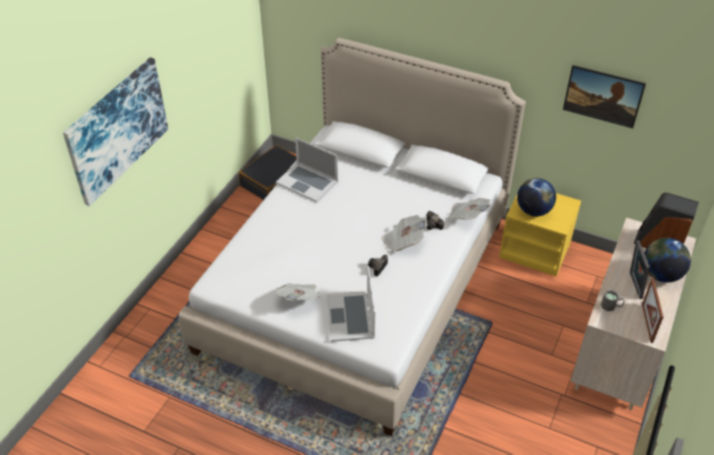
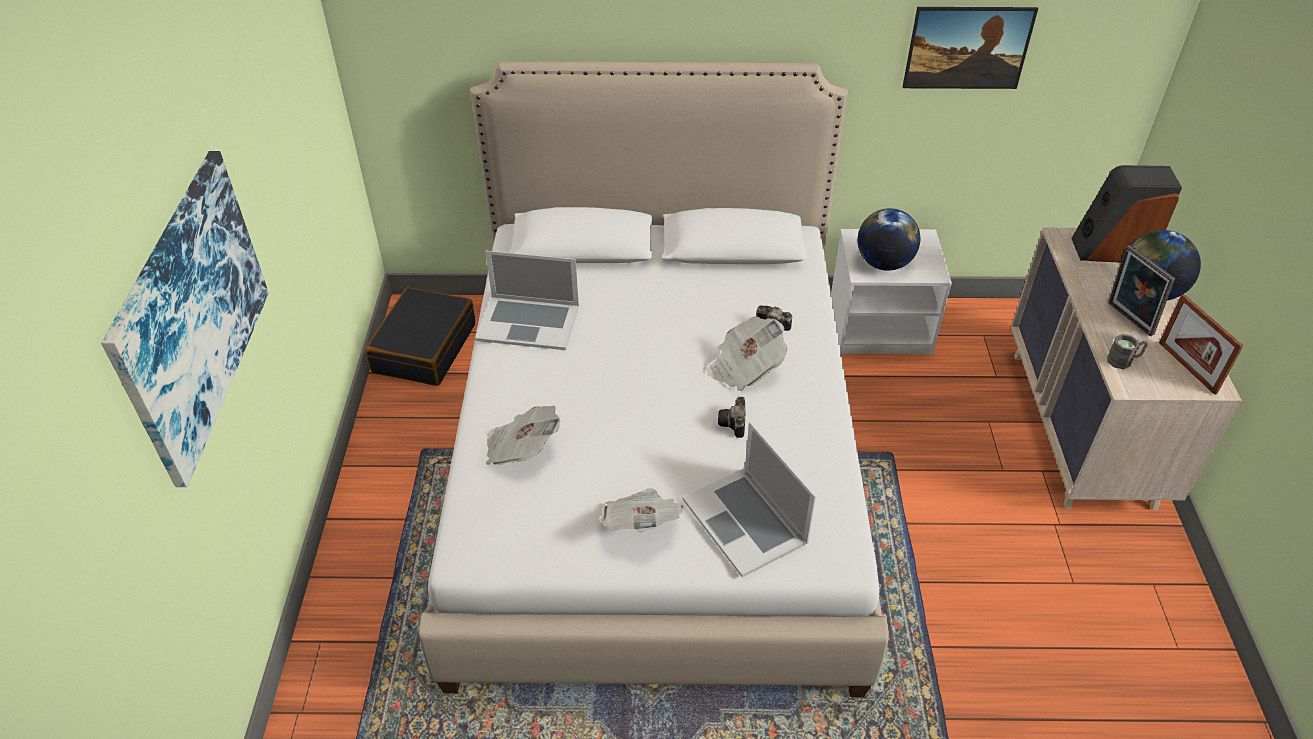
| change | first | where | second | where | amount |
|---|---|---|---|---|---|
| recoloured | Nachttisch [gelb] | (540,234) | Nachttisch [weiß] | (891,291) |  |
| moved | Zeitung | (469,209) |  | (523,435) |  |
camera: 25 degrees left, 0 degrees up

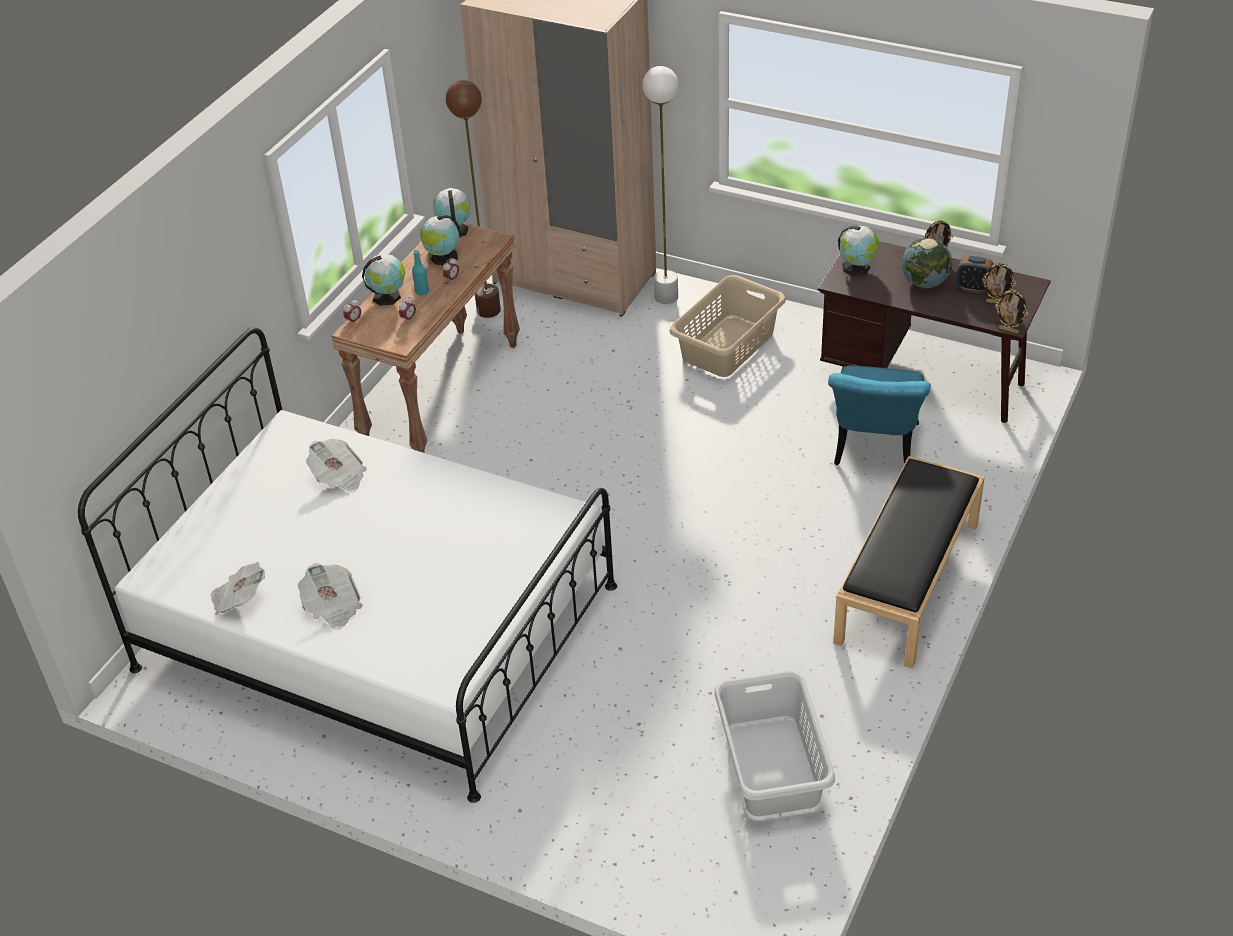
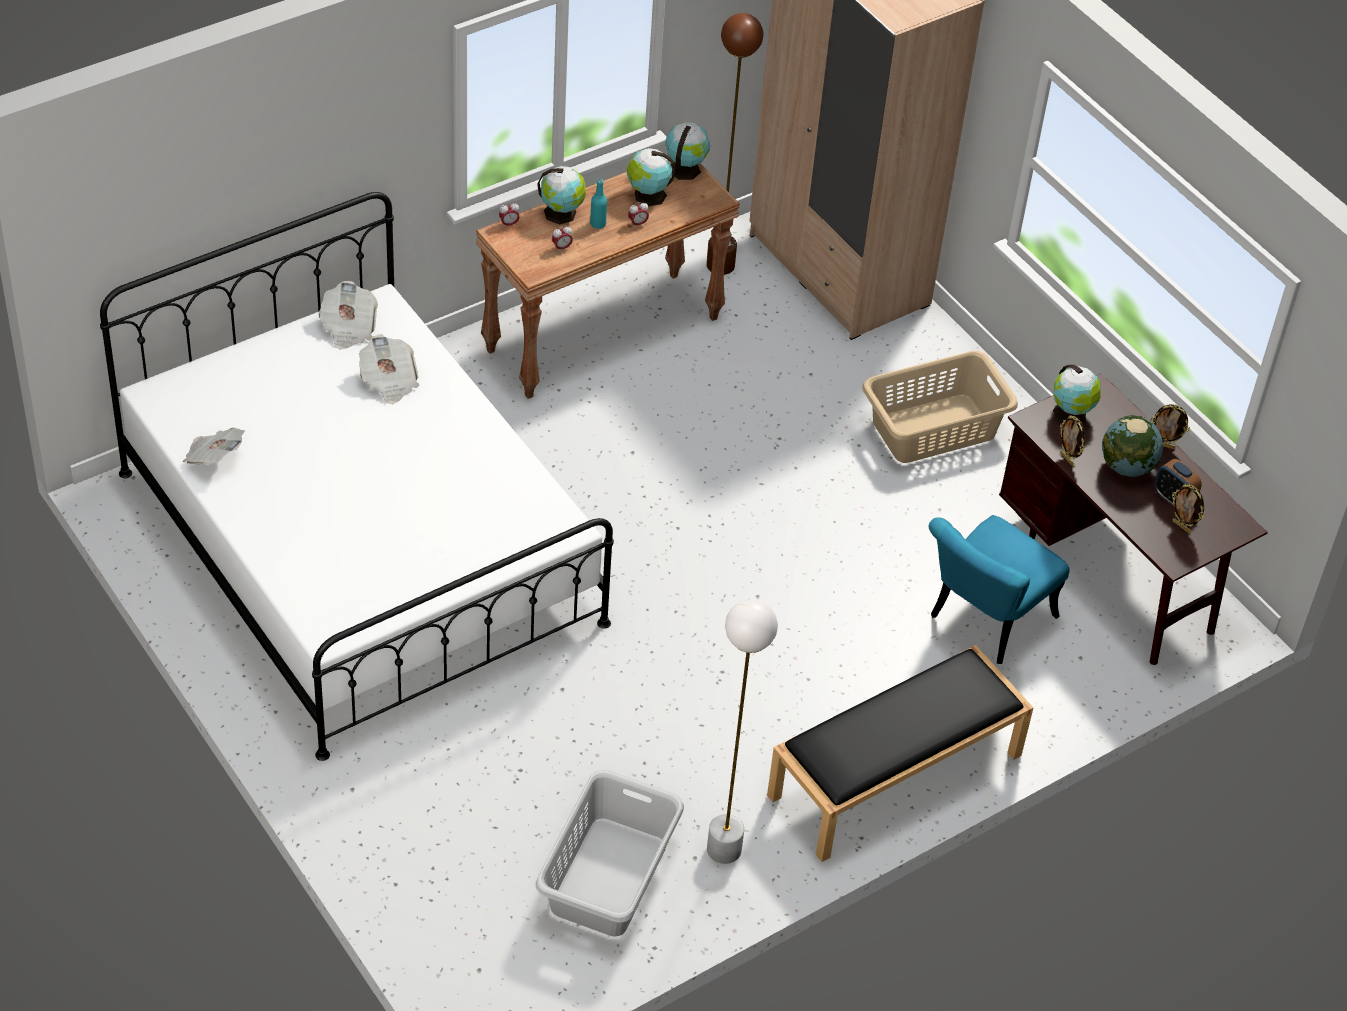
| change | first | where | second | where | amount |
|---|---|---|---|---|---|
| moved | Stehlampe [weiß] | (660,185) |  | (742,731) |  |
| moved | Bilderrahmen | (1011,311) |  | (1072,441) |  |
| moved | Zeitung | (330,596) |  | (348,315) |  |
camera: 25 degrees right, 5 degrees up

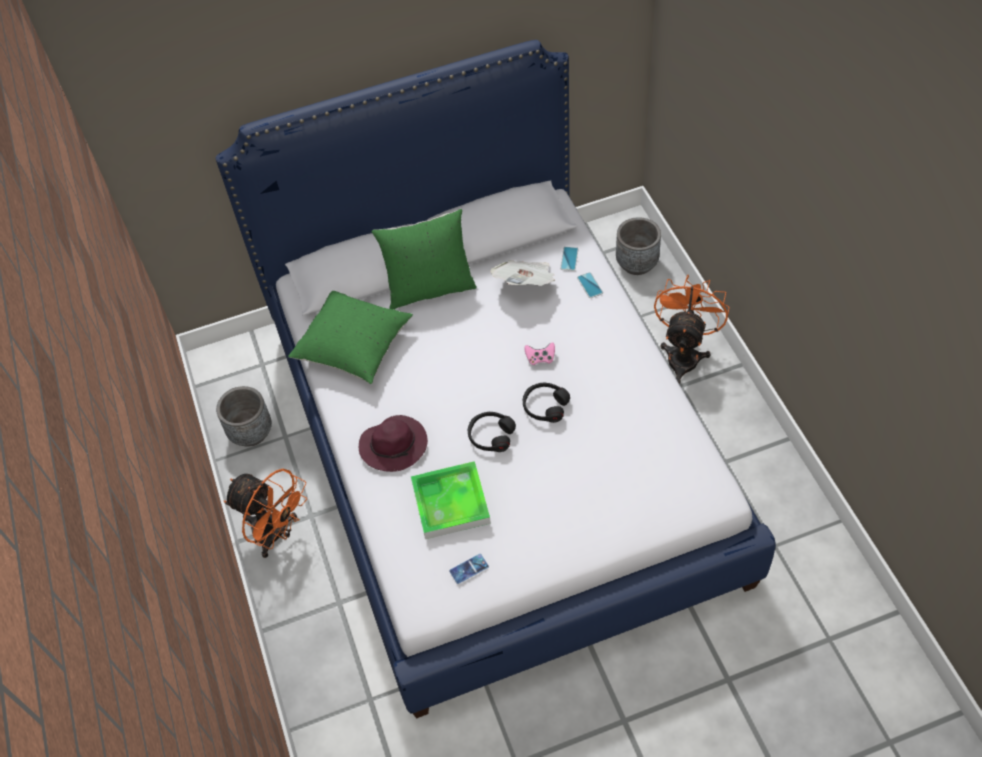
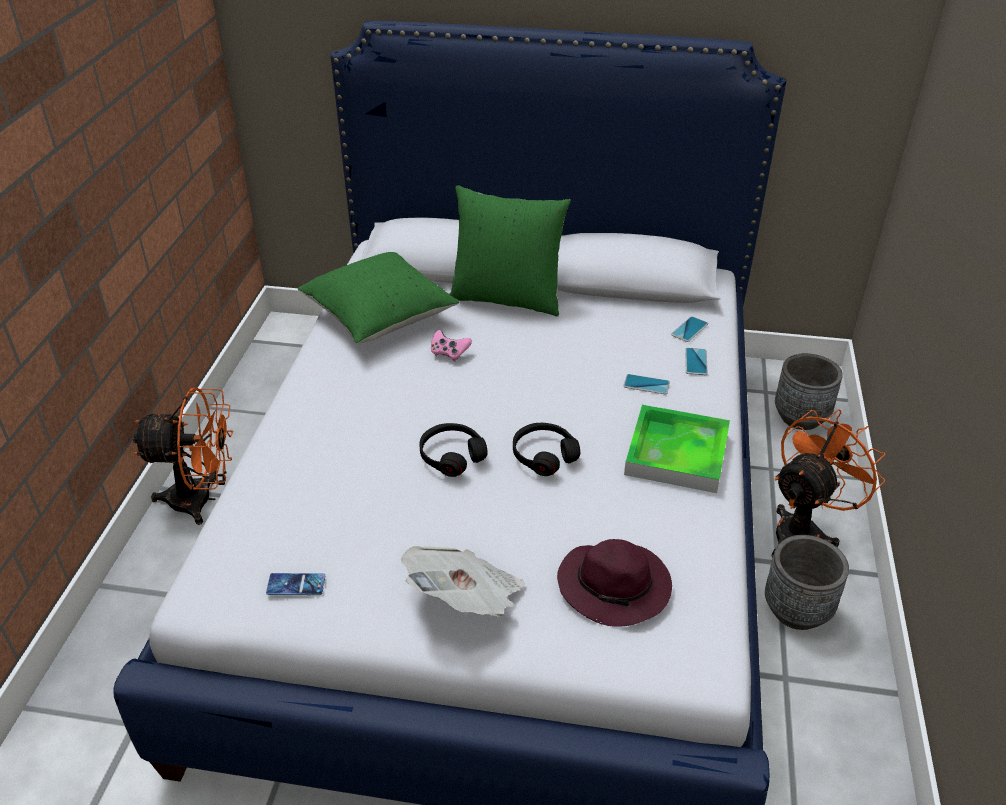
| change | first | where | second | where | amount |
|---|---|---|---|---|---|
| moved | Zeitung | (523,273) |  | (463,581) |  |
| moved | Gamepad [rosa] | (539,353) |  | (451,346) |  |
| moved | Pflanzkübel [grau] | (244,416) |  | (807,582) |  |
| moved | Hut [lila] | (393,443) |  | (614,583) |  |
| moved | Tablett | (451,500) |  | (677,449) |  |
| turned | Ventilator [orange] | (265,513) |  | (183,456) | 60 degrees counterclockwise |
| added |  |  | Handy | (646,384) |  |
camera: 25 degrees right, 15 degrees down

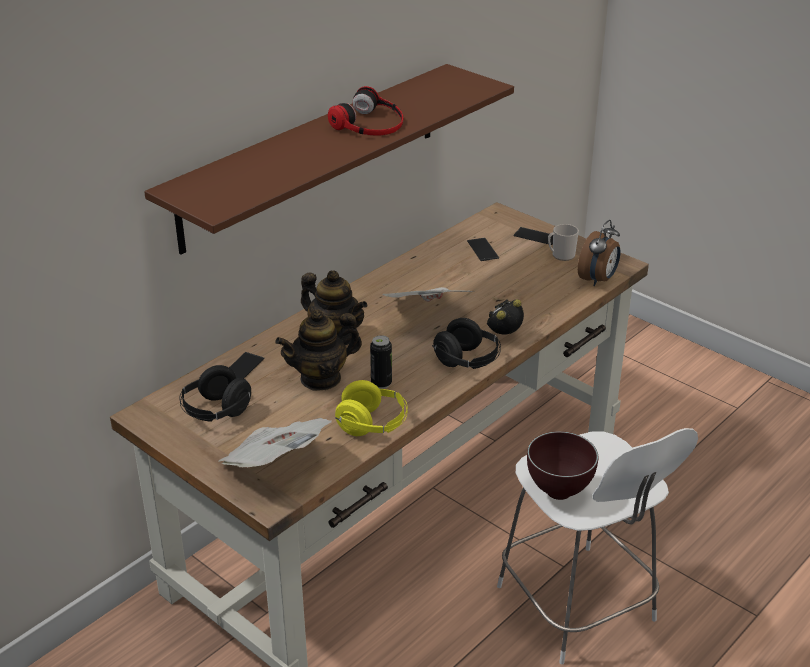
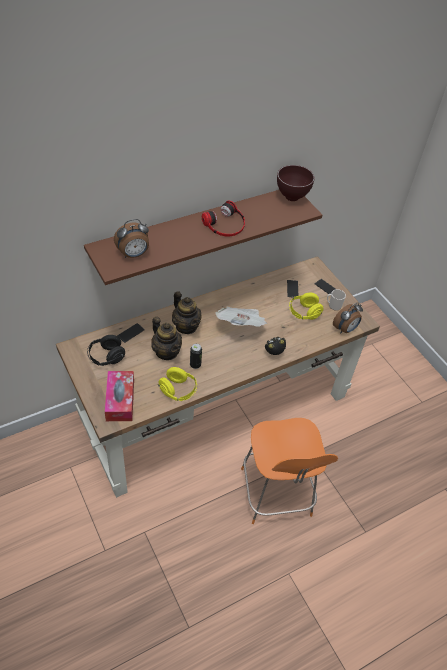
| change | first | where | second | where | amount |
|---|---|---|---|---|---|
| turned | Teekanne | (318,350) |  | (166,338) | 120 degrees counterclockwise |
| removed | Kopfhörer [schwarz] | (466,343) |  |  |  |
| replaced | Zeitung | (275,442) | Taschentuchbox | (119,396) |  |
| recoloured | Hocker [weiß] | (597,546) | Hocker [orange] | (289,471) |  |
| moved | Schüssel [braun] | (562,465) |  | (295,183) |  |
| added |  |  | Wecker | (131,238) |  |
| added |  |  | Kopfhörer [gelb] | (306,306) |  |
camera: 15 degrees right, 15 degrees up

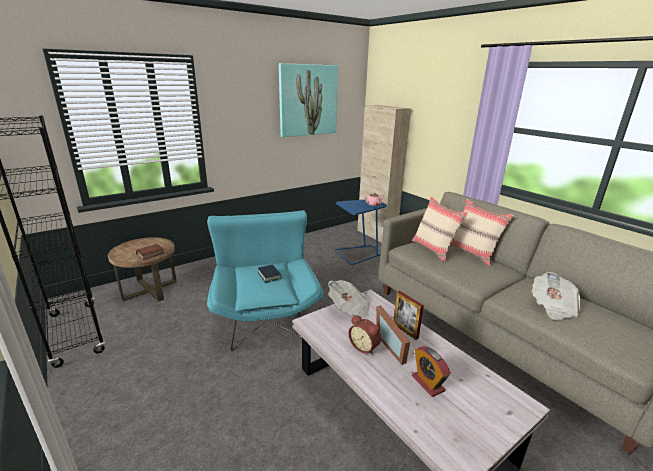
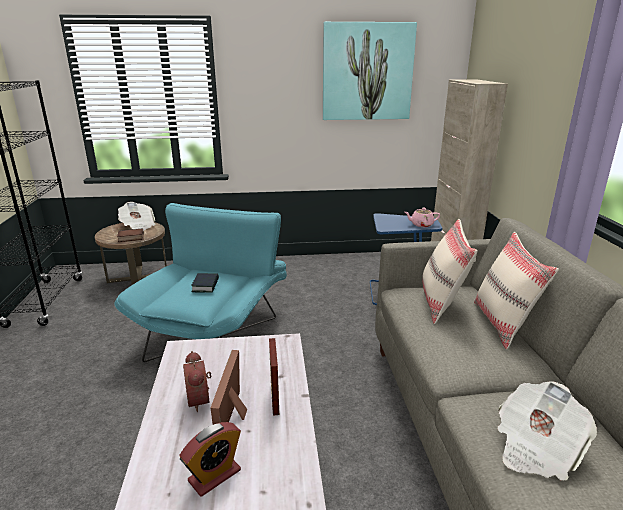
| change | first | where | second | where | amount |
|---|---|---|---|---|---|
| moved | Zeitung | (348,299) |  | (137,216) |  |
| turned | Wecker | (431,371) |  | (210,459) | 135 degrees counterclockwise |
camera: 30 degrees right, 0 degrees up

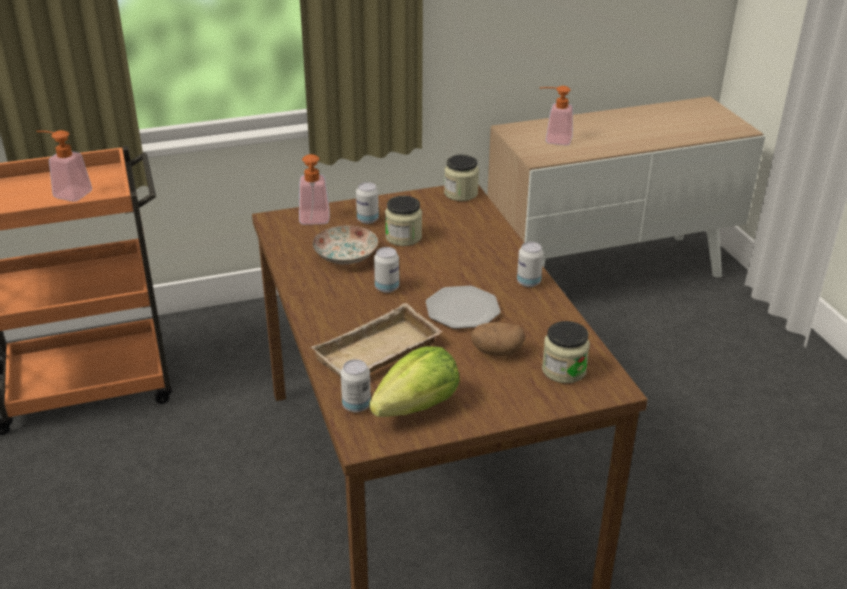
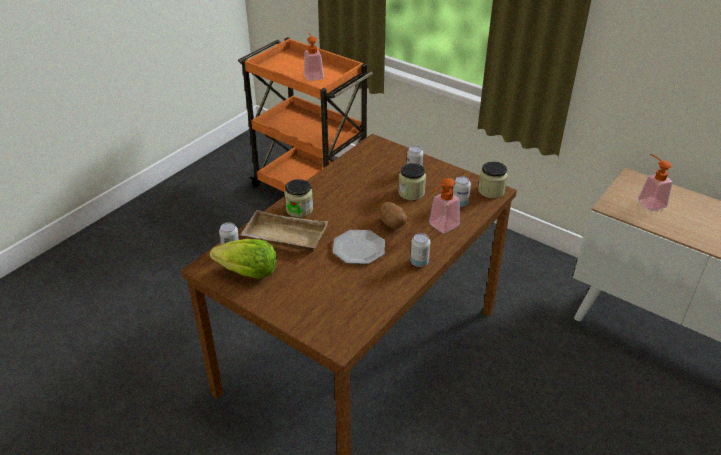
| change | first | where | second | where | amount |
|---|---|---|---|---|---|
| moved | Seifenspender | (314,189) |  | (444,206) |  |
| removed | Teller | (345,245) |  |  |  |
| moved | Dose | (386,270) |  | (462,191) |  |
| moved | Vorratsglas | (566,352) |  | (299,198) |  |
| moved | Kartoffel | (498,339) |  | (393,215) |  |
camera: 55 degrees right, 5 degrees up

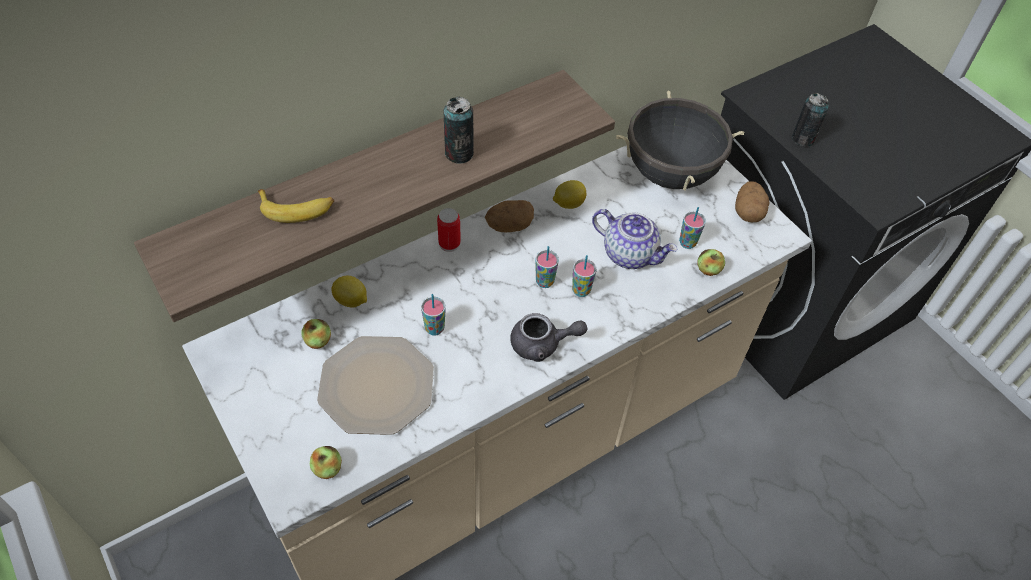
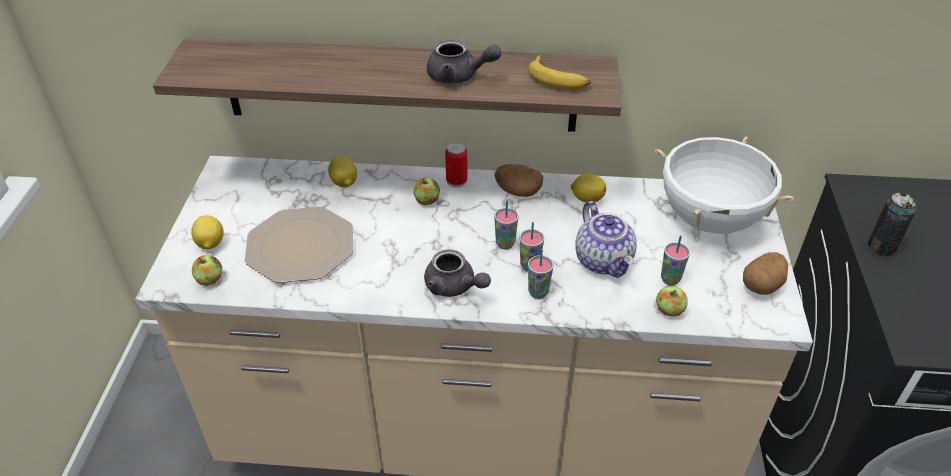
| change | first | where | second | where | amount |
|---|---|---|---|---|---|
| recoloured | Kochtopf [schwarz] | (680,140) | Kochtopf [weiß] | (724,185) |  |
| replaced | Dose | (458,130) | Teekanne [grau] | (464,61) |  |
| moved | Banane | (296,206) |  | (559,72) |  |
| moved | Tasse | (433,315) |  | (541,274) |  |
| moved | Apfel | (316,334) |  | (426,191) |  |
| added |  |  | Zitrone | (207,232) |  |
camera: 40 degrees right, 10 degrees down

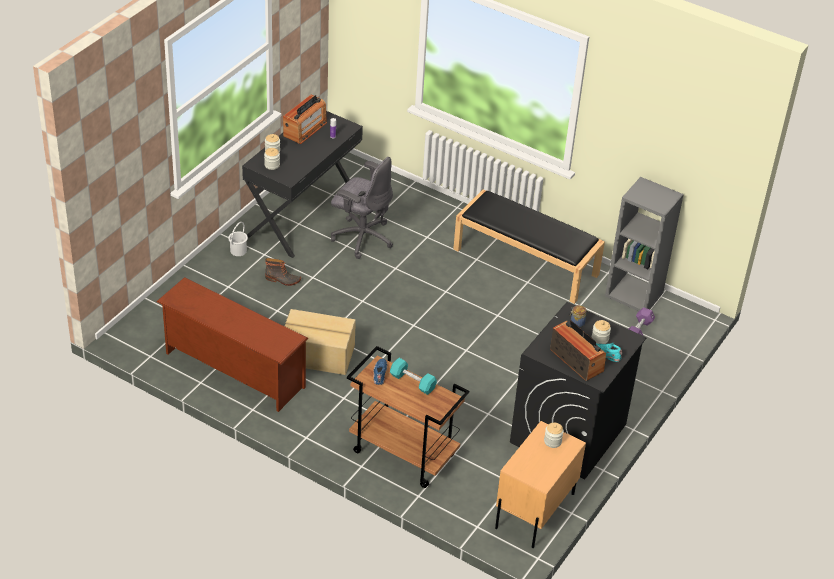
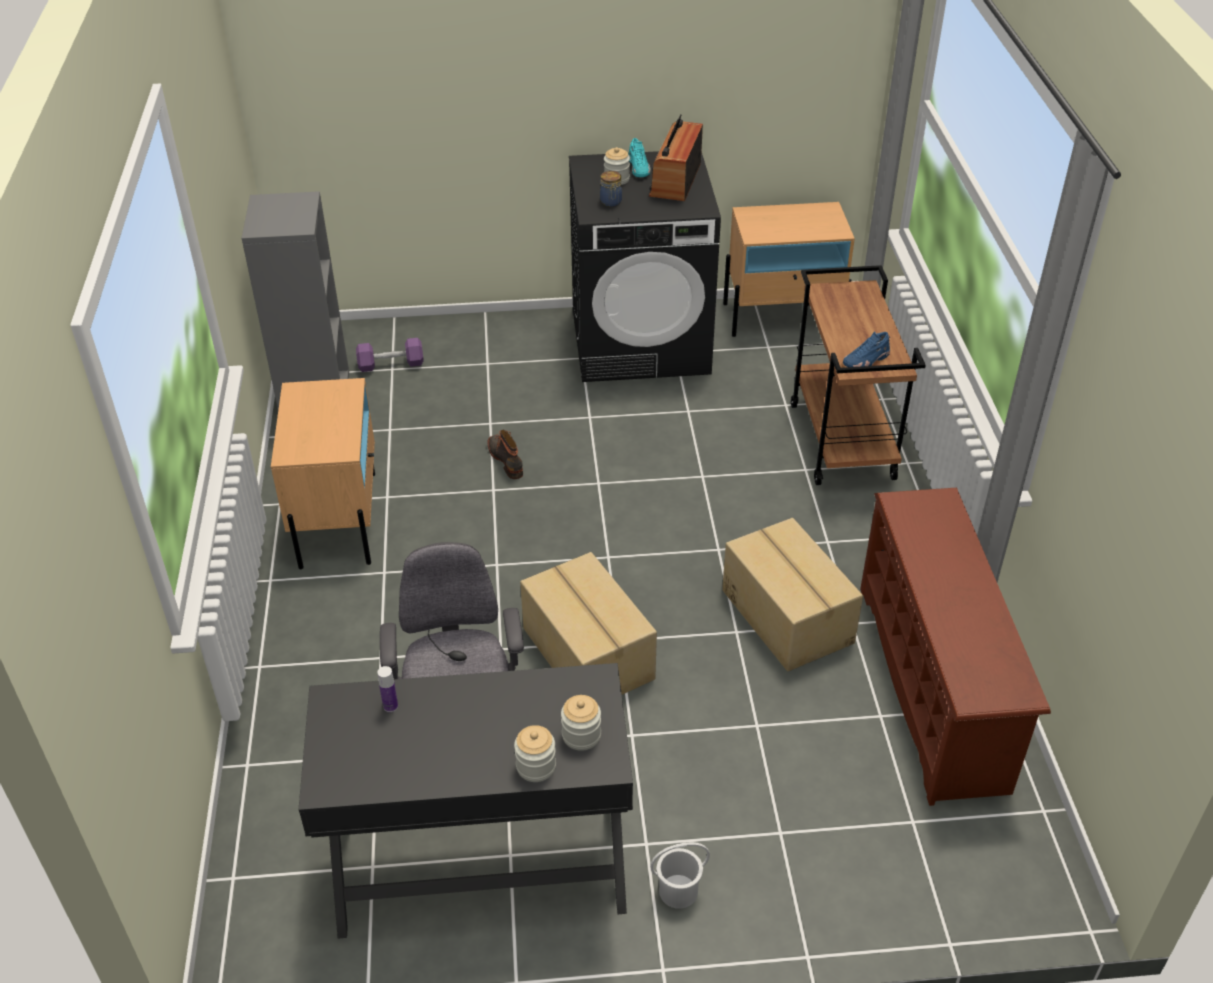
| change | first | where | second | where | amount |
|---|---|---|---|---|---|
| removed | Radio | (305,119) |  |  |  |
| replaced | Bank [schwarz] | (529,246) | Nachttisch [beige] | (323,473) |  |
| moved | Stiefel | (283,272) |  | (505,454) |  |
| removed | Hantel [türkis] | (413,376) |  |  |  |
| removed | Vorratsglas | (554,435) |  |  |  |
| added |  |  | Karton | (588,623) |  |
camera: 125 degrees left, 0 degrees up

